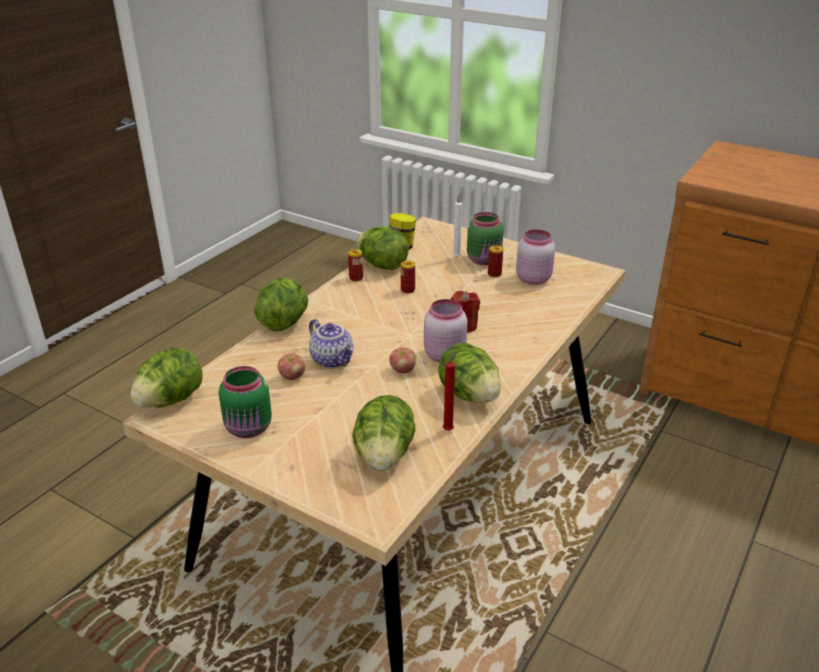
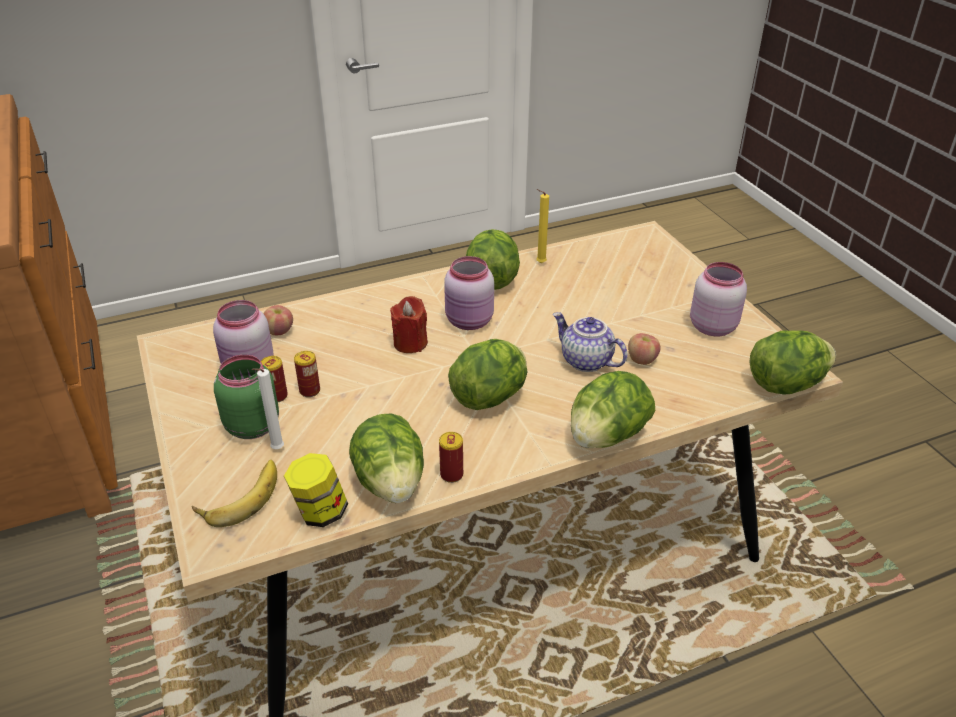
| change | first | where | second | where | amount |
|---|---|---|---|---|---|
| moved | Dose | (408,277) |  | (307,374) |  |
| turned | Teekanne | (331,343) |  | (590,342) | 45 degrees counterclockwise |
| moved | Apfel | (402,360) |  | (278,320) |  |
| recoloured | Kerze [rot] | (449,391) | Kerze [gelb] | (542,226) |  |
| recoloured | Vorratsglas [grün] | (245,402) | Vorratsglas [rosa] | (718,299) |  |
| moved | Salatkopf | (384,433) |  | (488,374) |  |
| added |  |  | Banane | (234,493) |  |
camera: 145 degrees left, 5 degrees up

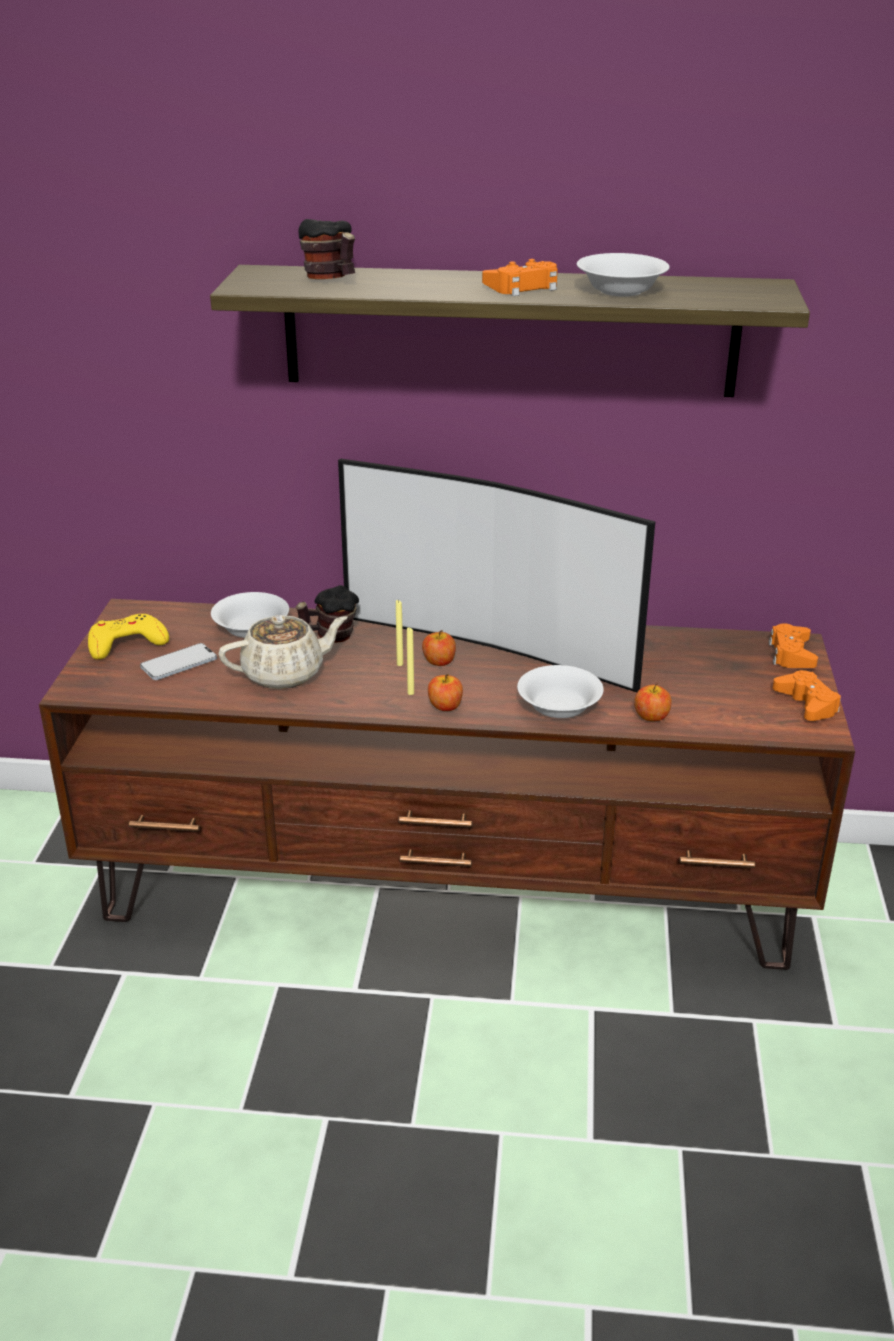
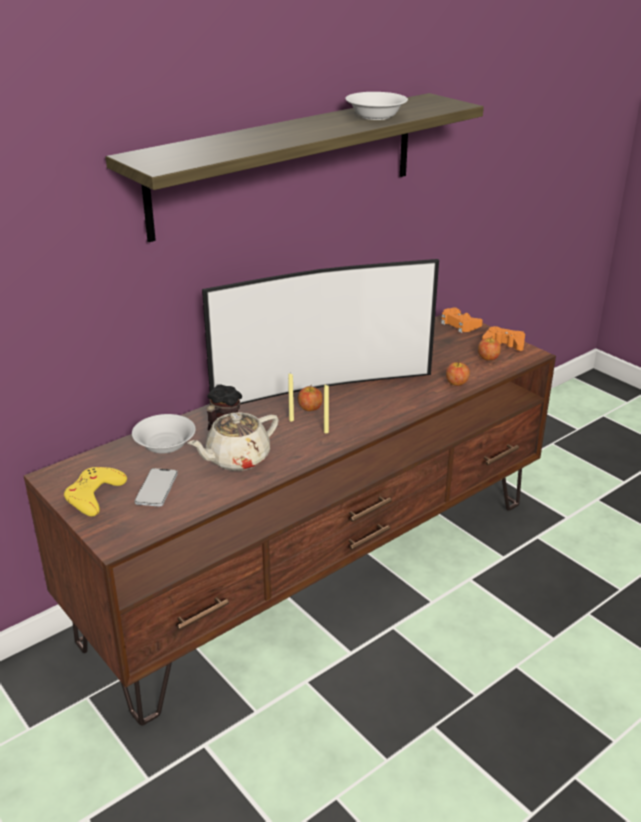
| change | first | where | second | where | amount |
|---|---|---|---|---|---|
| removed | Henkelbecher | (327,249) |  |  |  |
| removed | Gamepad [orange] | (520,277) |  |  |  |
| turned | Teekanne [beige] | (283,652) |  | (233,441) | 150 degrees counterclockwise |
| removed | Schüssel [weiß] | (560,691) |  |  |  |
| moved | Apfel | (445,692) |  | (489,348) |  |
camera: 45 degrees left, 0 degrees up

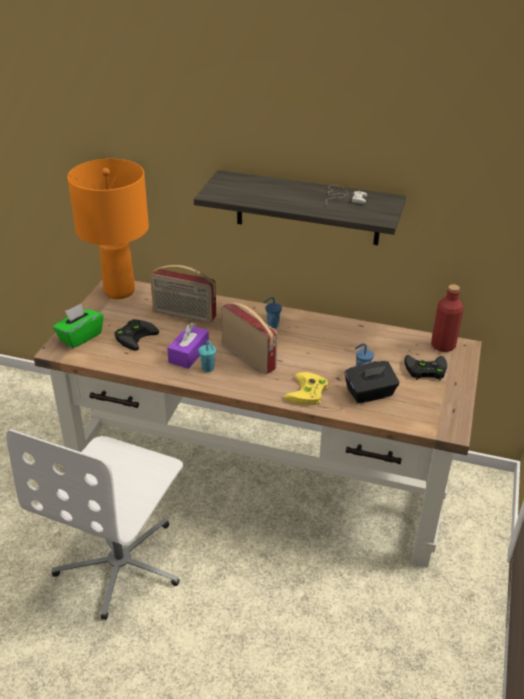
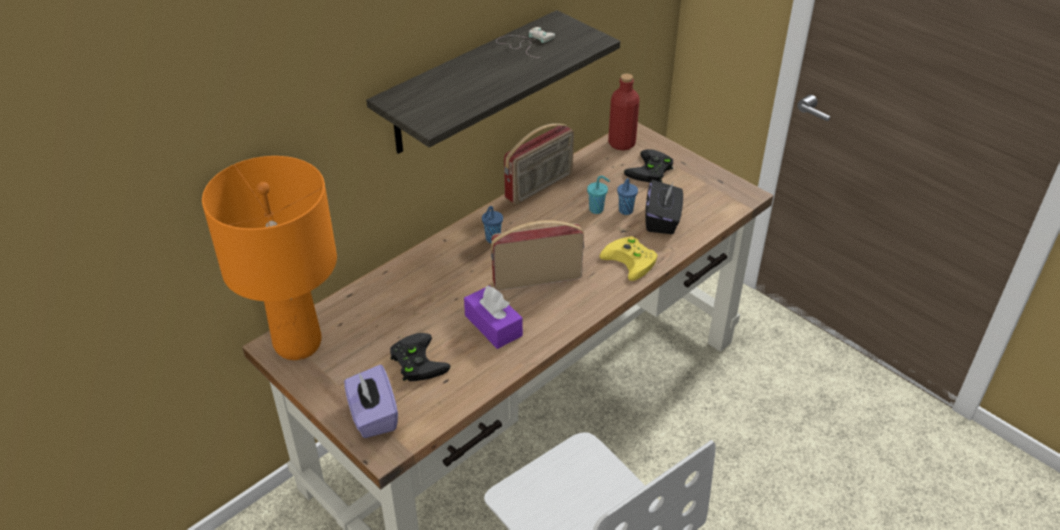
| change | first | where | second | where | amount |
|---|---|---|---|---|---|
| moved | Radio | (183,294) |  | (539,163) |  |
| recoloured | Taschentuchbox [grün] | (78,326) | Taschentuchbox [lila] | (371,401) |  |
| moved | Tasse [türkis] | (207,356) |  | (598,195) |  |
camera: 60 degrees left, 5 degrees up

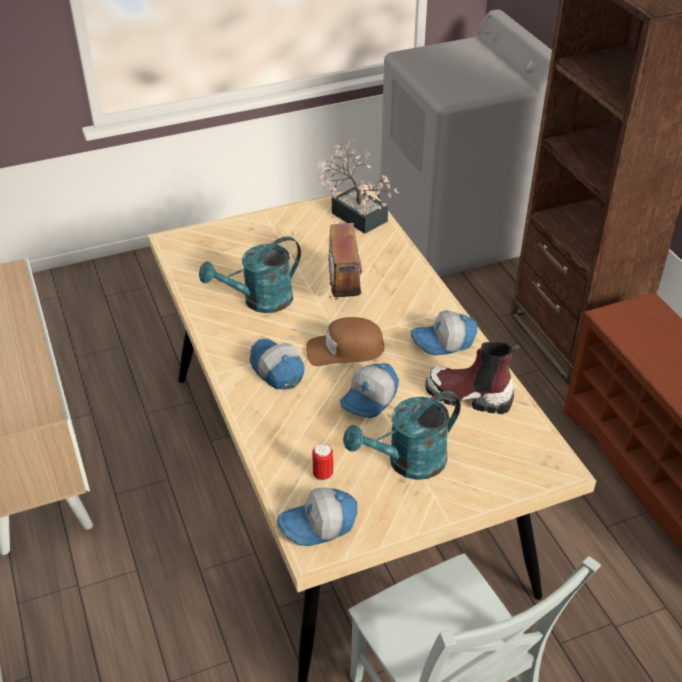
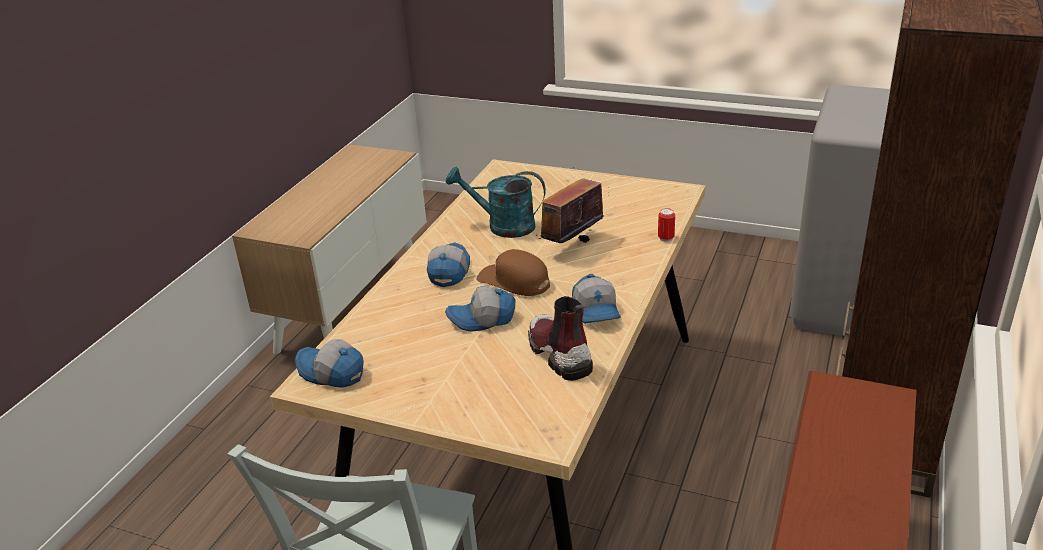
| change | first | where | second | where | amount |
|---|---|---|---|---|---|
| removed | Topfpflanze | (357,187) |  |  |  |
| turned | Kappe | (444,332) |  | (596,299) | 135 degrees counterclockwise |
| removed | Gießkanne [türkis] | (402,435) |  |  |  |
| moved | Dose | (322,462) |  | (666,225) |  |
camera: 45 degrees right, 10 degrees down

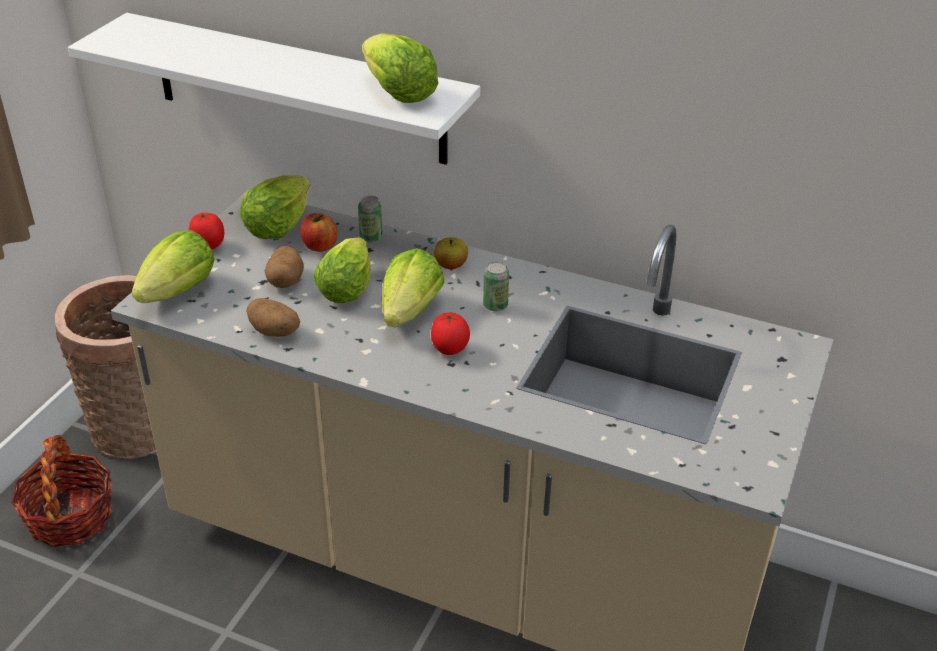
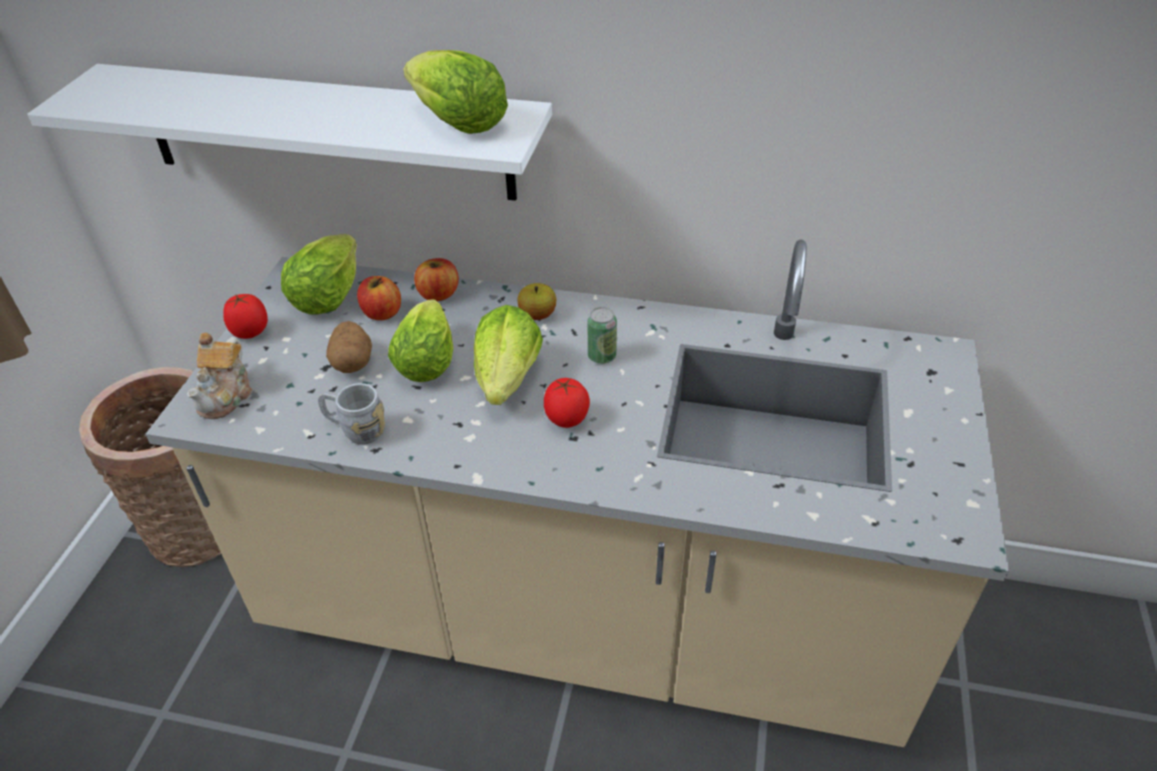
| change | first | where | second | where | amount |
|---|---|---|---|---|---|
| replaced | Dose | (370,219) | Apfel | (436,279) |  |
| replaced | Salatkopf | (173,266) | Teekanne | (219,376) |  |
| replaced | Kartoffel | (273,317) | Henkelbecher [grau] | (351,414) |  |
| removed | Korb | (62,491) |  |  |  |
camera: 10 degrees left, 5 degrees up

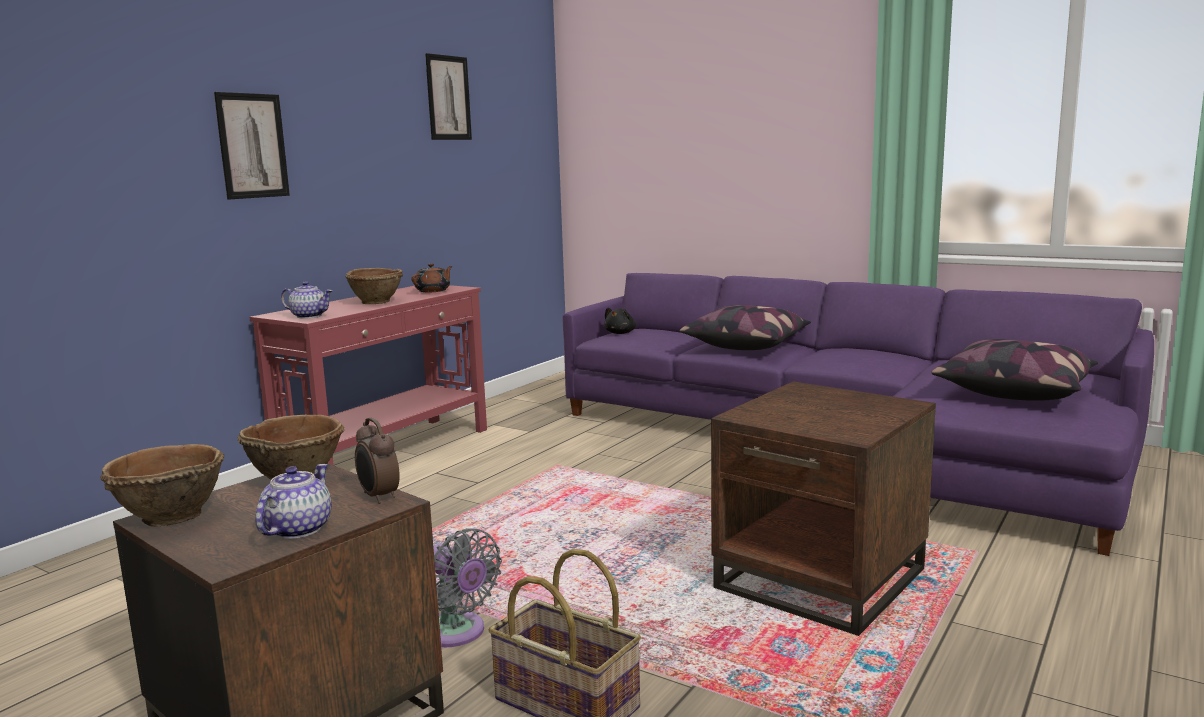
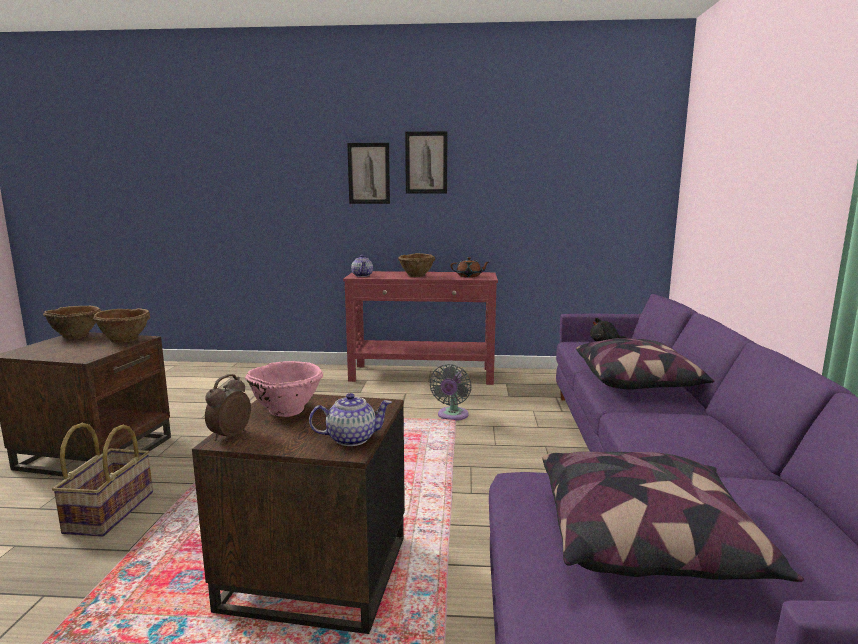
| change | first | where | second | where | amount |
|---|---|---|---|---|---|
| moved | Bild | (448,96) |  | (426,162) |  |
| moved | Wecker | (377,461) |  | (228,407) |  |
| moved | Teekanne | (293,501) |  | (350,419) |  |
| moved | Ventilator [grau] | (467,587) |  | (450,392) |  |
| added |  |  | Schüssel [rosa] | (284,389) |  |
camera: 60 degrees right, 0 degrees up

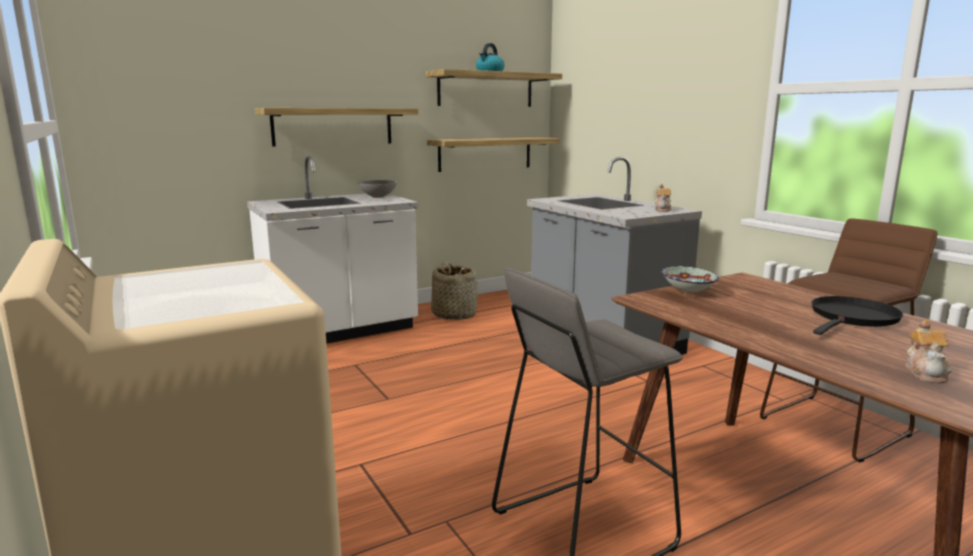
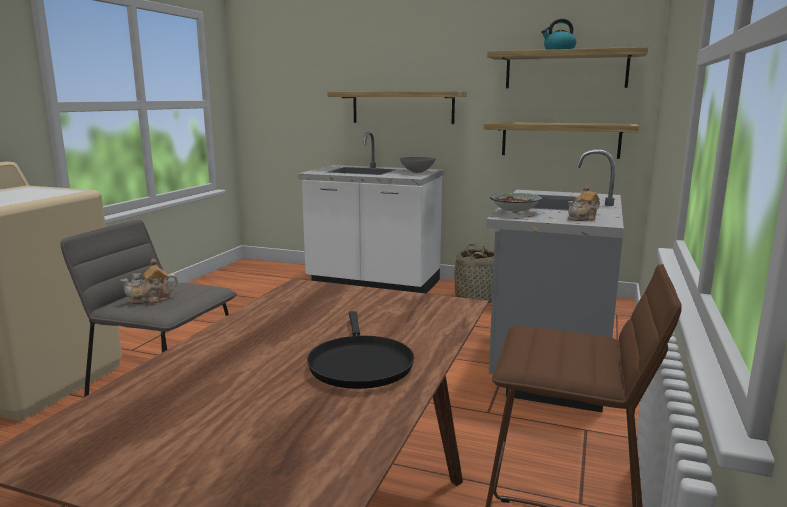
| change | first | where | second | where | amount |
|---|---|---|---|---|---|
| moved | Schüssel | (690,279) |  | (516,203) |  |
| turned | Pfanne [schwarz] | (857,315) |  | (360,350) | 75 degrees clockwise |
| moved | Teekanne | (928,351) |  | (149,281) |  |
camera: 50 degrees right, 0 degrees up

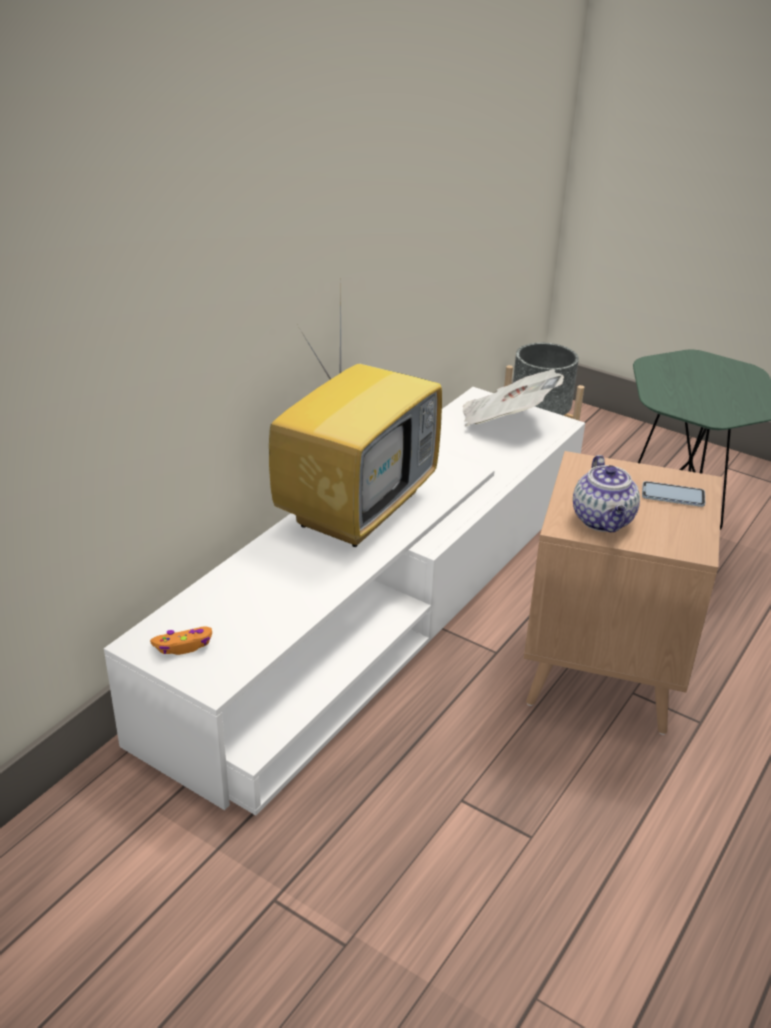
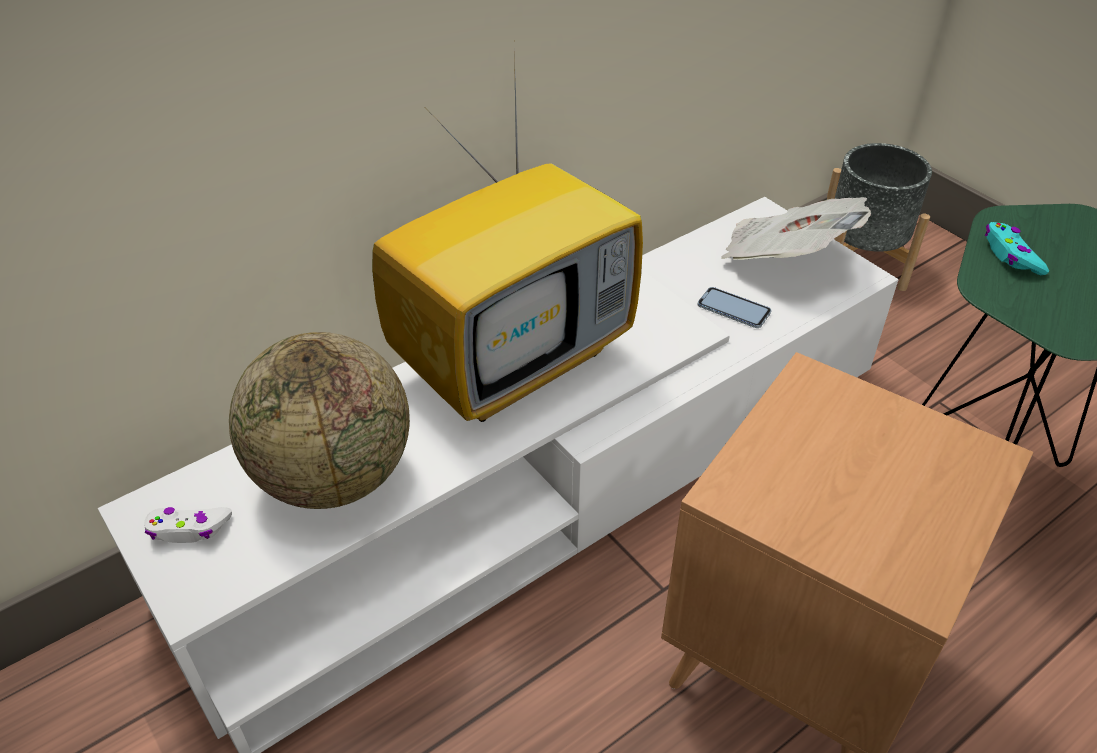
| change | first | where | second | where | amount |
|---|---|---|---|---|---|
| removed | Teekanne | (606,493) |  |  |  |
| moved | Handy | (673,494) |  | (734,307) |  |
| recoloured | Gamepad [orange] | (181,640) | Gamepad [weiß] | (188,525) |  |
| added |  |  | Gamepad [türkis] | (1017,248) |  |
| added |  |  | Globus | (319,420) |  |
camera: 20 degrees right, 10 degrees up

